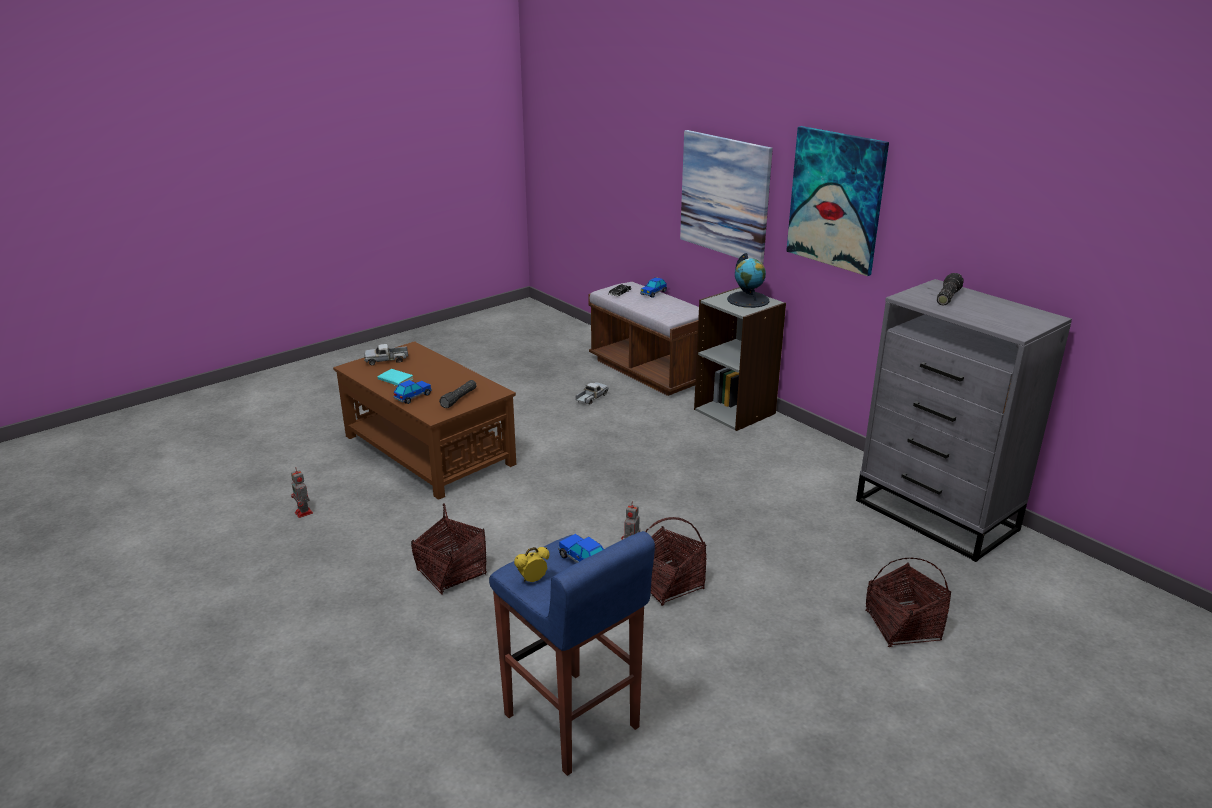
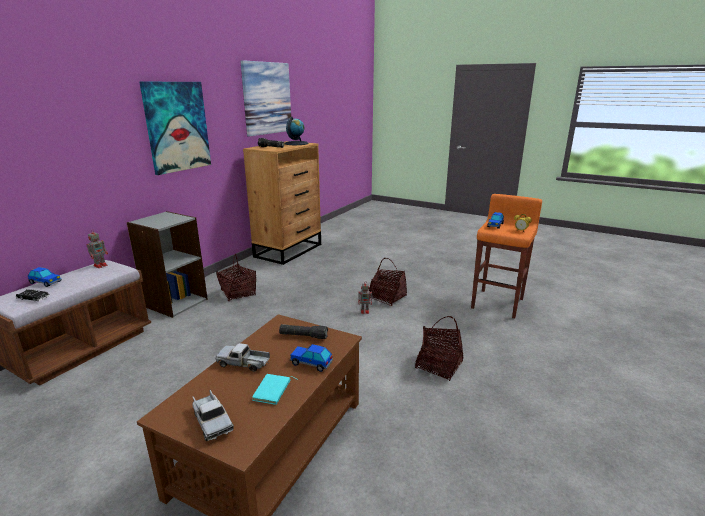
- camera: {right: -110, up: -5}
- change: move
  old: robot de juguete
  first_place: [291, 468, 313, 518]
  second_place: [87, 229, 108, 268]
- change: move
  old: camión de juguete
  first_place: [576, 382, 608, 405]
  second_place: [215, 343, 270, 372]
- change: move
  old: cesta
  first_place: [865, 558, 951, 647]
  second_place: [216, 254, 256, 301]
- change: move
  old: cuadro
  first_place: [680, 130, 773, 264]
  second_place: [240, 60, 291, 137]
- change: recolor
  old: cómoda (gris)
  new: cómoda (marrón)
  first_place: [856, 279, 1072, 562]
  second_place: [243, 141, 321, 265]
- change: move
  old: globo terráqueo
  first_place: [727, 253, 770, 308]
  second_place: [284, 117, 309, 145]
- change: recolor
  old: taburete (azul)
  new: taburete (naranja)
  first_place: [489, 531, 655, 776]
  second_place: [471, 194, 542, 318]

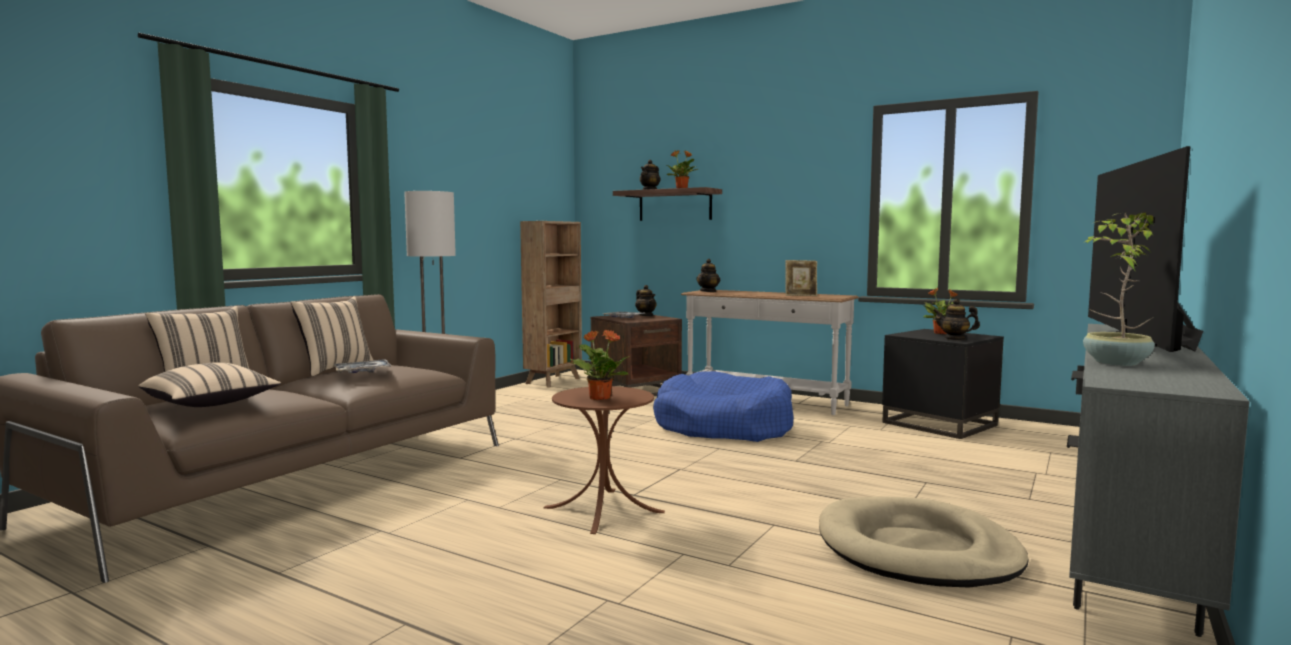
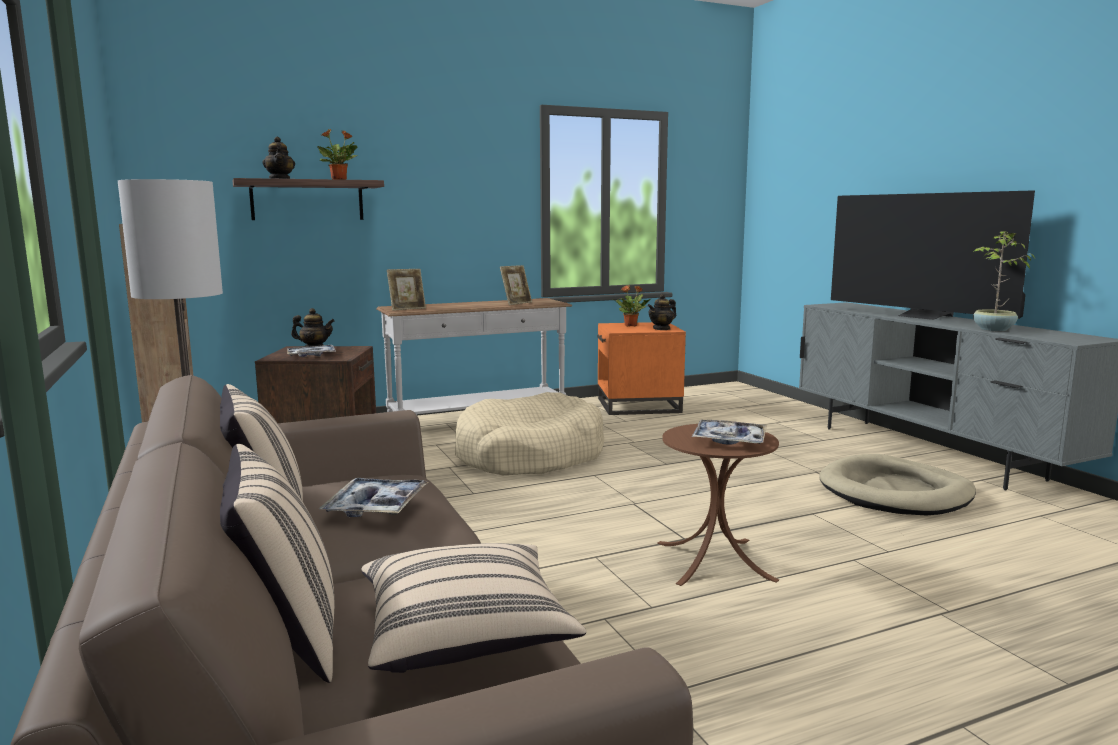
- camera: {right: -55, up: 5}
- change: replace
  old: tetera
  new: portarretratos
  first_place: [696, 259, 720, 292]
  second_place: [387, 269, 426, 310]
- change: recolor
  old: cama para perro (azul)
  new: cama para perro (beis)
  first_place: [653, 371, 794, 442]
  second_place: [455, 392, 605, 475]
- change: recolor
  old: mesa auxiliar (negro)
  new: mesa auxiliar (naranja)
  first_place: [882, 329, 1004, 439]
  second_place: [597, 322, 686, 415]
- change: replace
  old: planta en maceta
  new: bandeja
  first_place: [570, 330, 630, 400]
  second_place: [692, 420, 767, 445]

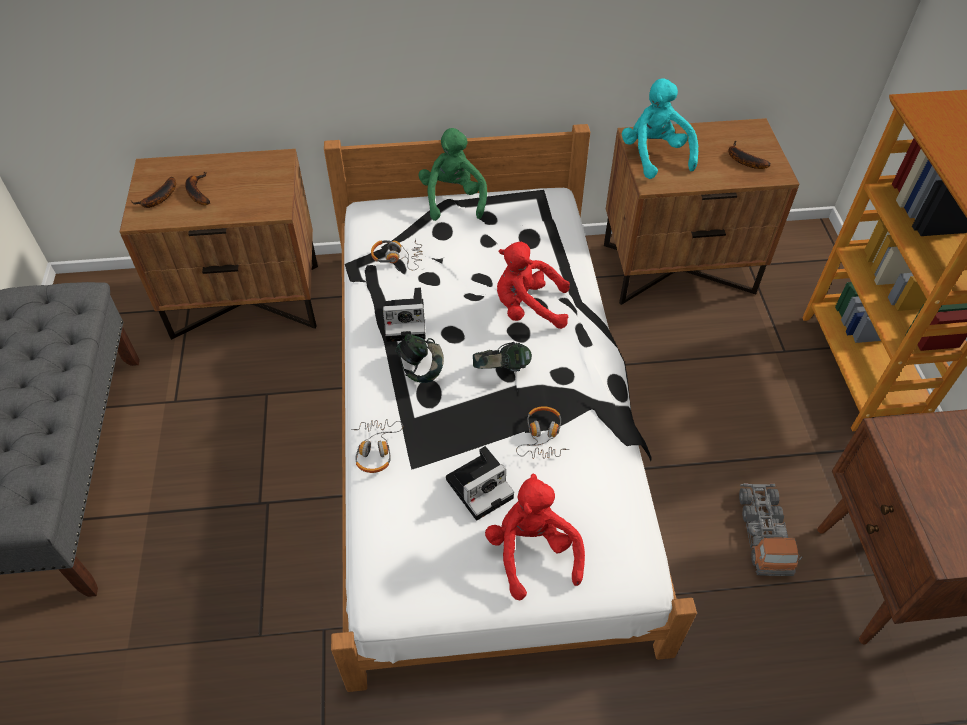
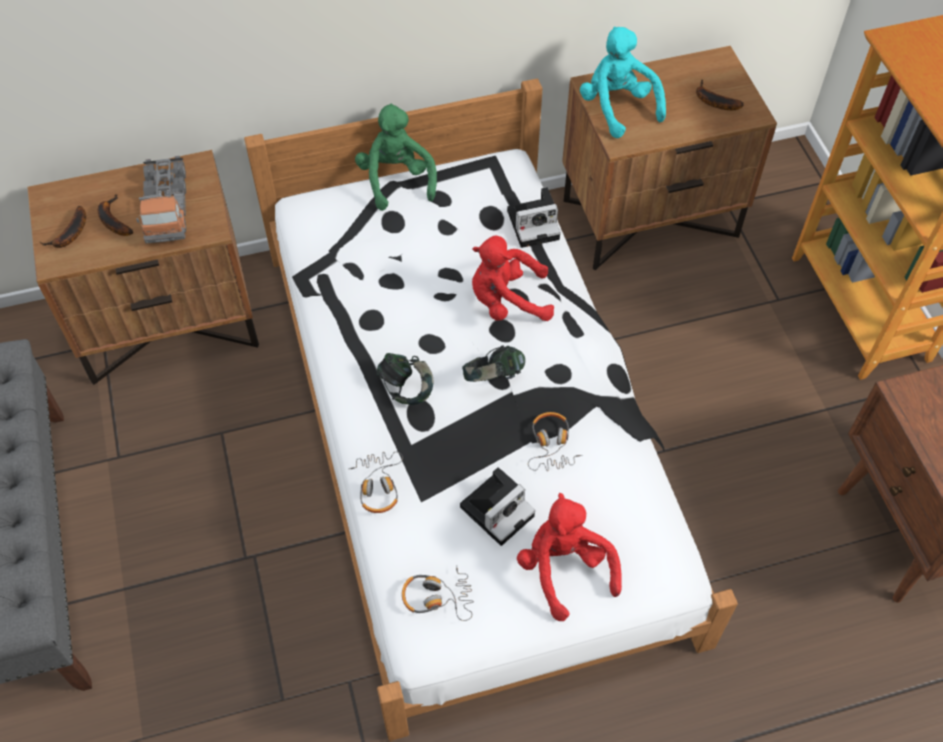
- camera: {right: -10, up: 5}
- change: move
  old: camión de juguete
  first_place: [739, 483, 802, 576]
  second_place: [136, 156, 186, 243]
- change: move
  old: auriculares
  first_place: [371, 239, 423, 270]
  second_place: [402, 565, 474, 621]
- change: move
  old: cámara
  first_place: [383, 287, 426, 342]
  second_place: [507, 187, 561, 248]

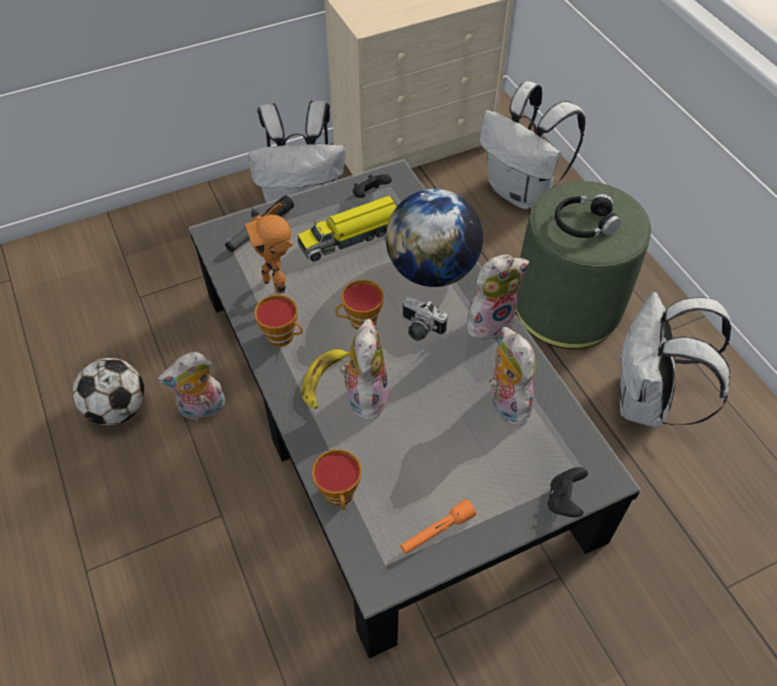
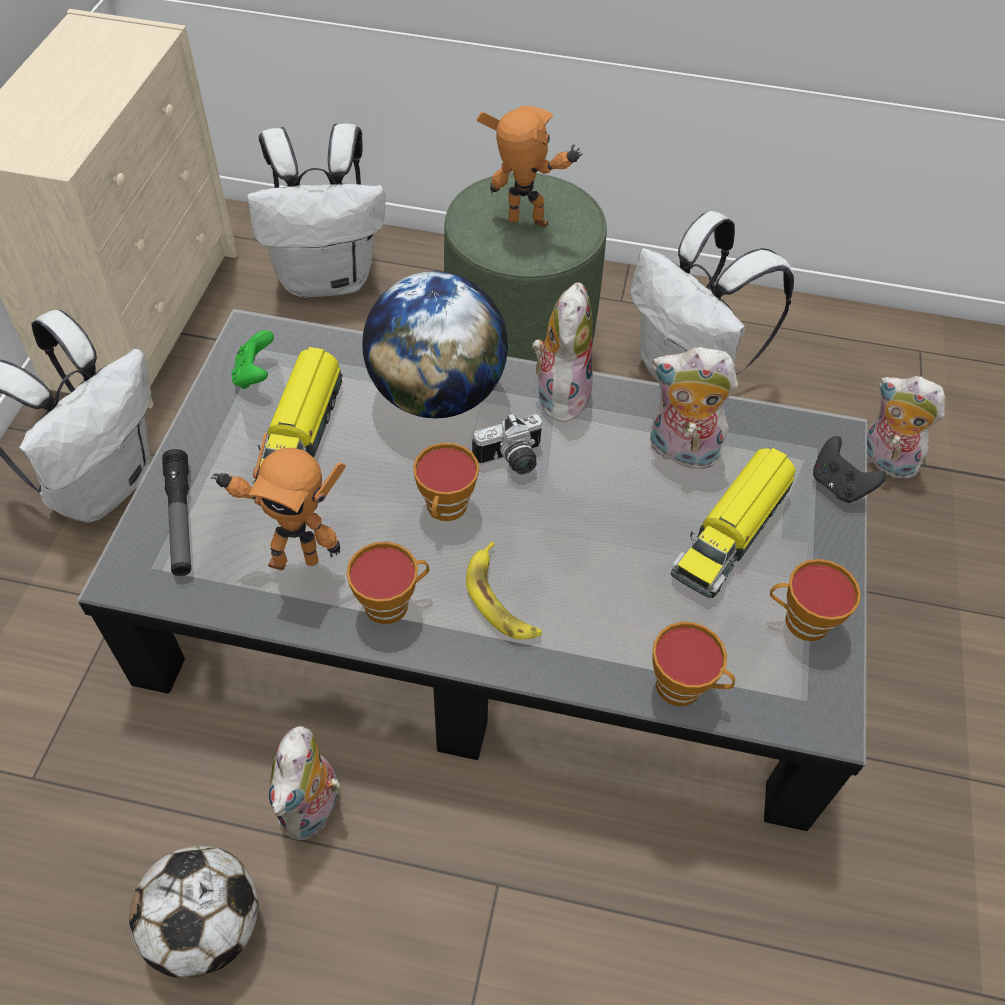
- camera: {right: -55, up: 0}
- change: recolor
  old: mando de consola (negro)
  new: mando de consola (verde)
  first_place: [353, 174, 392, 198]
  second_place: [231, 330, 274, 389]
- change: replace
  old: auriculares (negro)
  new: robot de juguete
  first_place: [555, 194, 621, 238]
  second_place: [477, 106, 583, 227]
- change: insert
  new: camión de juguete
  second_place: [671, 448, 795, 598]
- change: replace
  old: linterna (naranja)
  new: taza
  first_place: [400, 499, 476, 554]
  second_place: [770, 559, 861, 641]
- change: move
  old: peluche
  first_place: [340, 319, 389, 421]
  second_place: [867, 376, 945, 480]

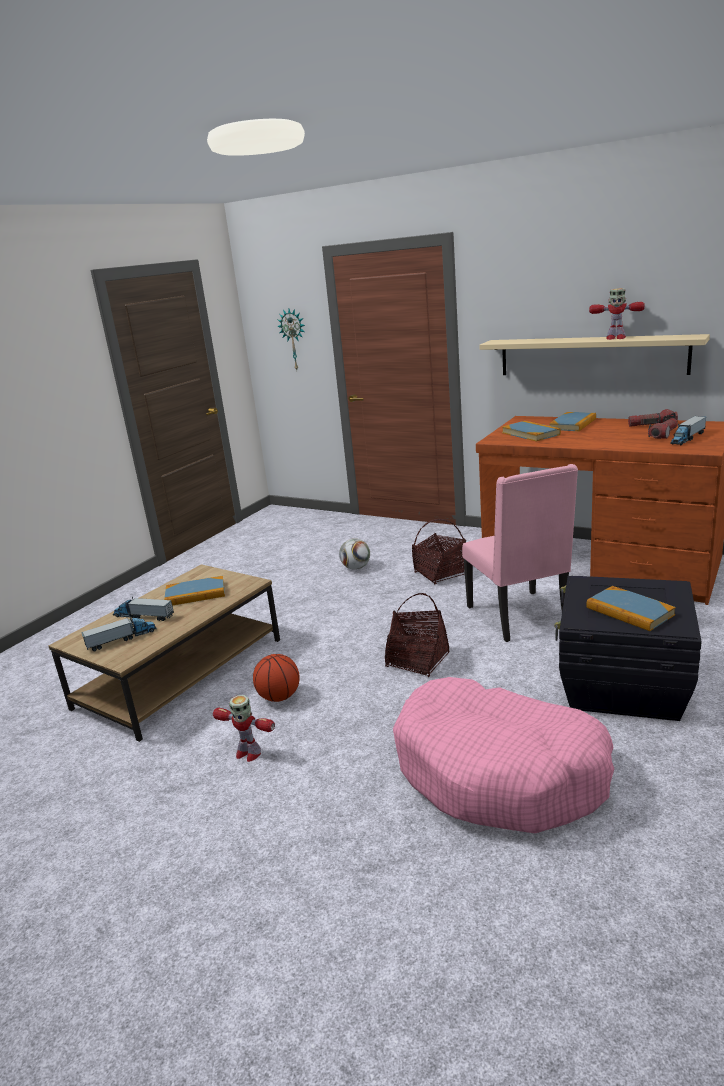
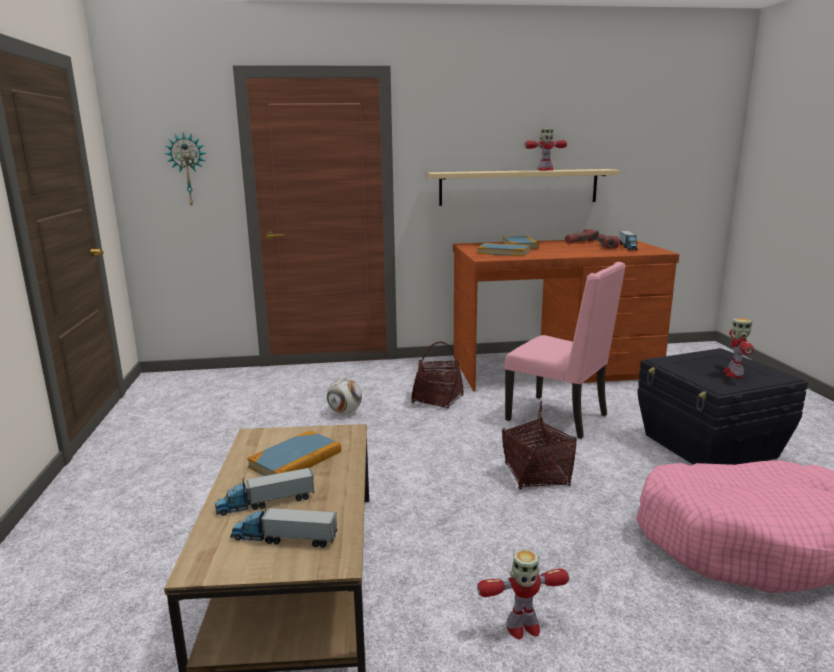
- camera: {right: -40, up: -5}
- change: rotate
  old: camión de juguete
  first_place: [81, 616, 157, 651]
  second_place: [230, 505, 337, 548]
  degrees: -105
- change: replace
  old: libro
  new: robot de juguete
  first_place: [586, 586, 676, 631]
  second_place: [723, 318, 754, 378]
- change: delete
  old: balón de baloncesto
  first_place: [253, 654, 300, 702]

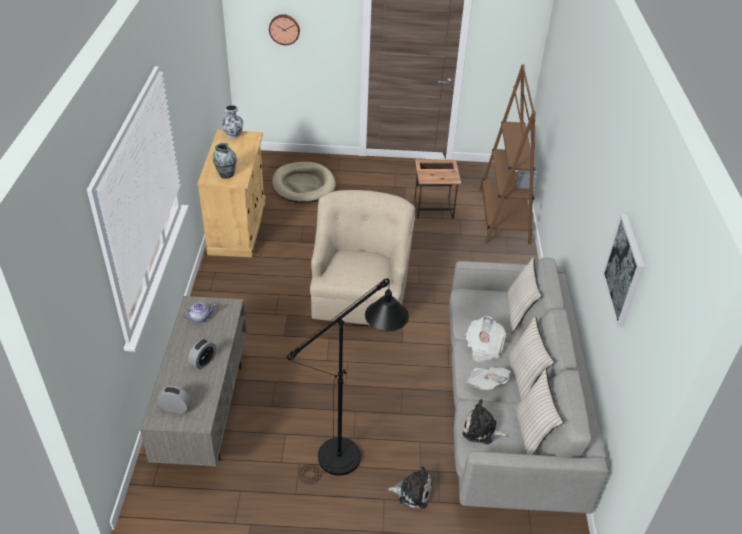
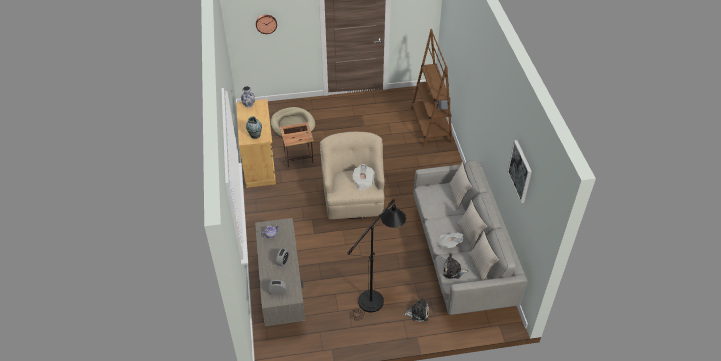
- camera: {right: -10, up: 5}
- change: move
  old: mesa auxiliar
  first_place: [414, 159, 461, 219]
  second_place: [280, 122, 314, 168]
- change: move
  old: periódico
  first_place: [465, 316, 506, 362]
  second_place: [352, 164, 375, 191]

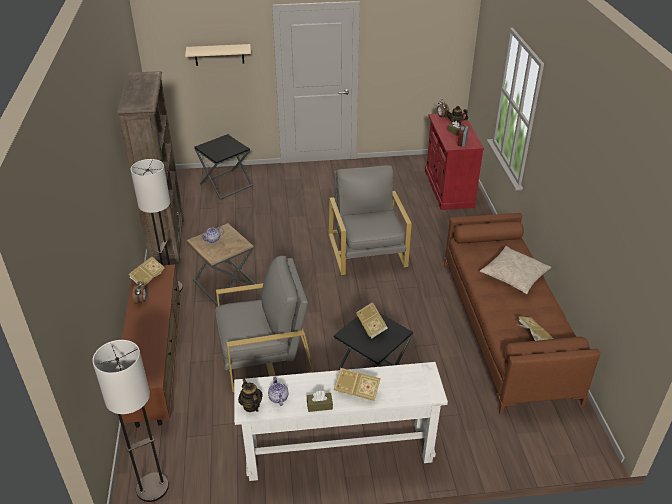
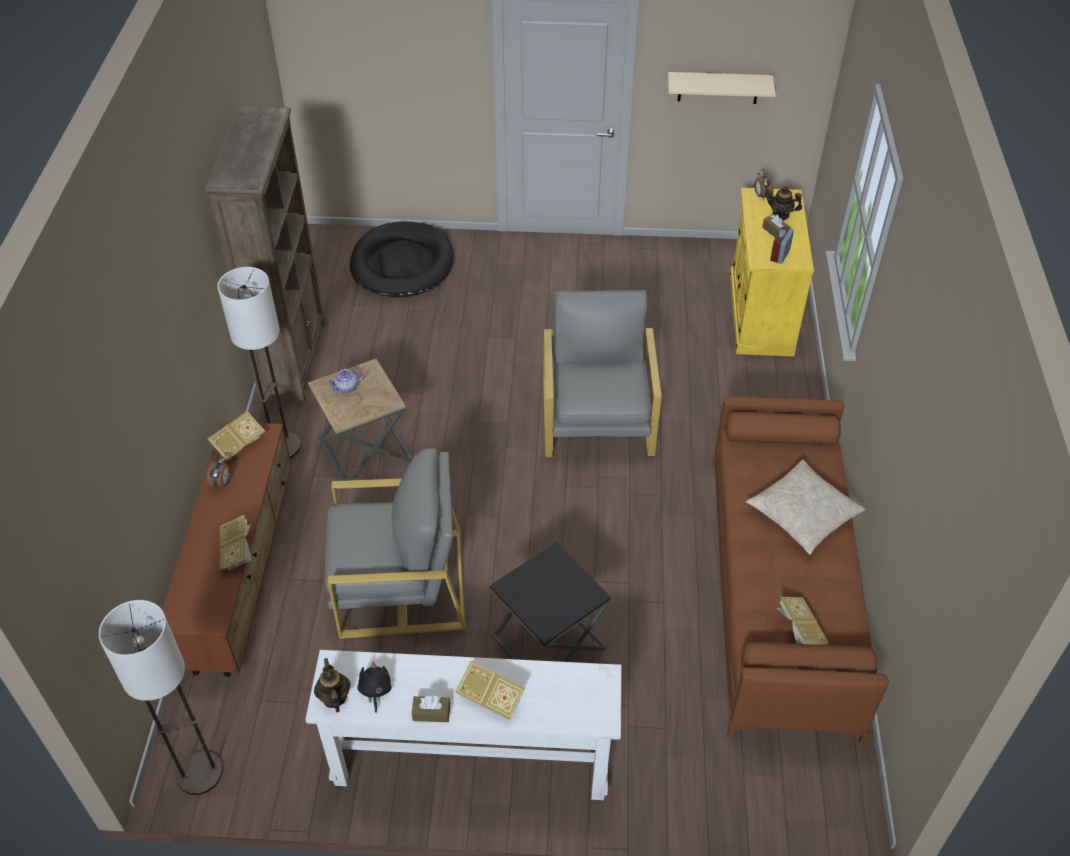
- camera: {right: 10, up: 10}
- change: move
  old: libro
  first_place: [356, 302, 388, 338]
  second_place: [219, 514, 251, 571]
- change: replace
  old: mesa auxiliar (negro)
  new: cama para perro (negro)
  first_place: [194, 134, 253, 200]
  second_place: [350, 222, 454, 298]
- change: replace
  old: tetera
  new: peluche (negro)
  first_place: [268, 376, 288, 406]
  second_place: [358, 662, 392, 713]
- change: move
  old: estante (beis)
  first_place: [185, 44, 251, 66]
  second_place: [668, 72, 776, 104]
- change: recolor
  old: armario (rojo)
  new: armario (amarillo)
  first_place: [425, 112, 484, 210]
  second_place: [730, 188, 814, 356]

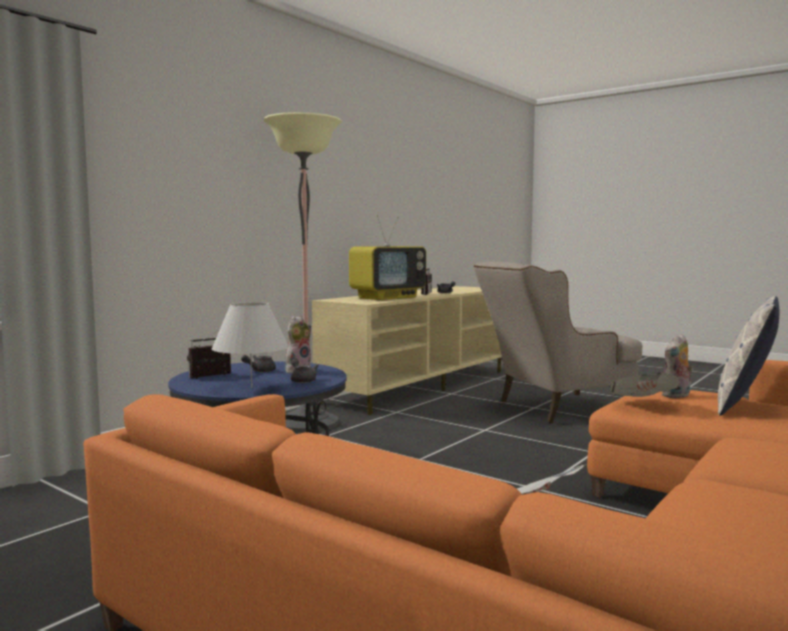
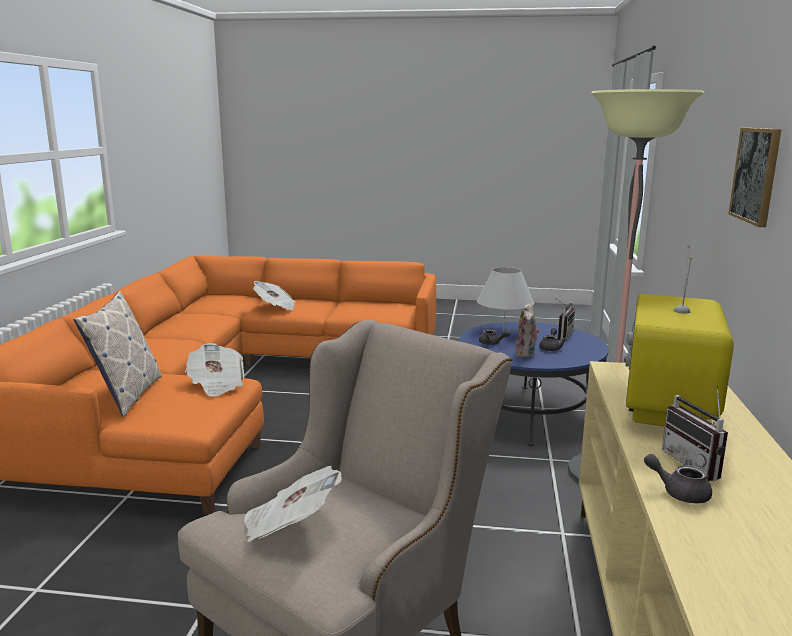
- camera: {right: 150, up: 10}
- change: insert
  new: periódico
  second_place: [244, 466, 342, 542]
- change: insert
  new: cuadro
  second_place: [728, 128, 781, 227]
- change: delete
  old: peluche
  first_place: [662, 334, 693, 398]

